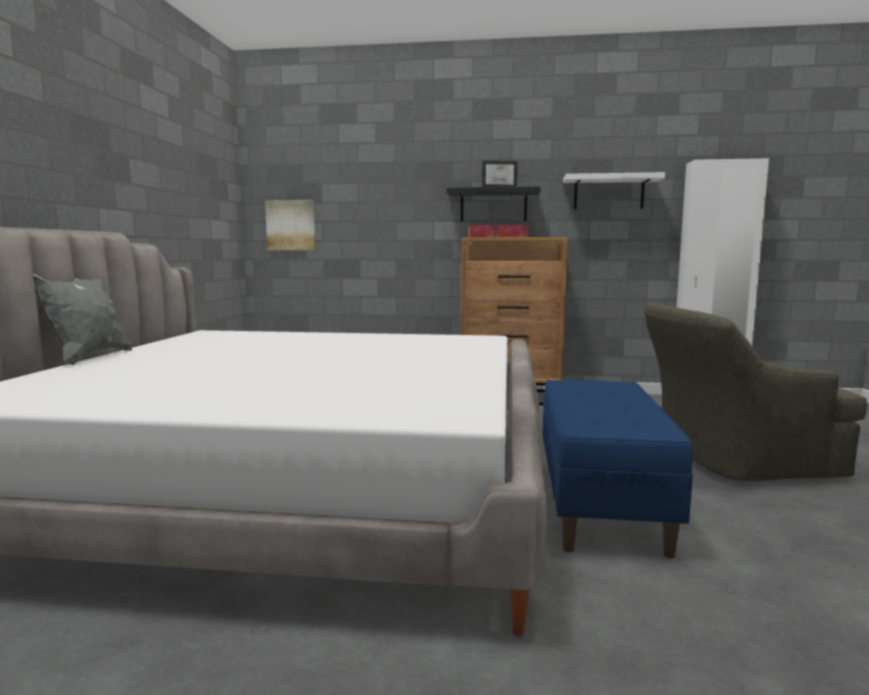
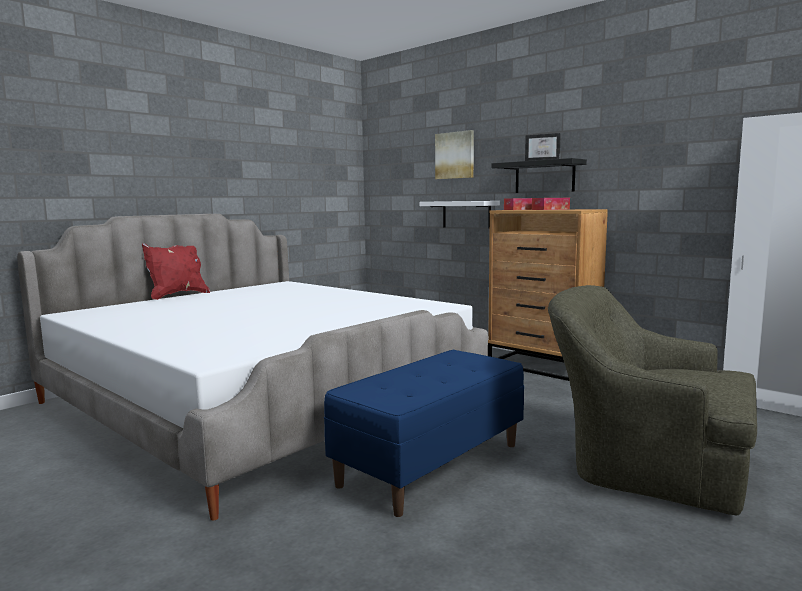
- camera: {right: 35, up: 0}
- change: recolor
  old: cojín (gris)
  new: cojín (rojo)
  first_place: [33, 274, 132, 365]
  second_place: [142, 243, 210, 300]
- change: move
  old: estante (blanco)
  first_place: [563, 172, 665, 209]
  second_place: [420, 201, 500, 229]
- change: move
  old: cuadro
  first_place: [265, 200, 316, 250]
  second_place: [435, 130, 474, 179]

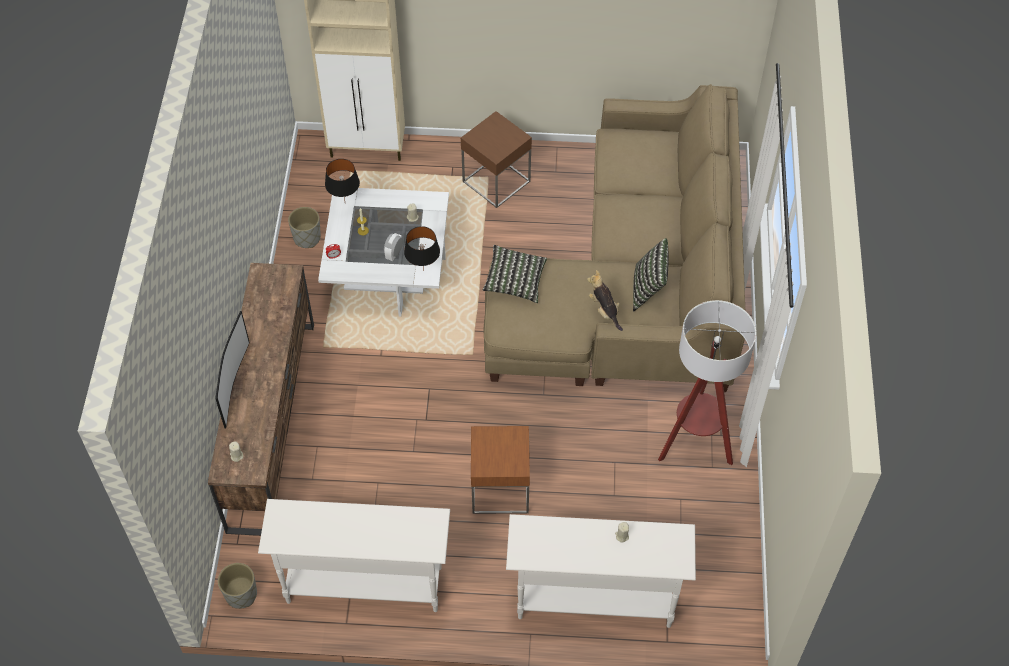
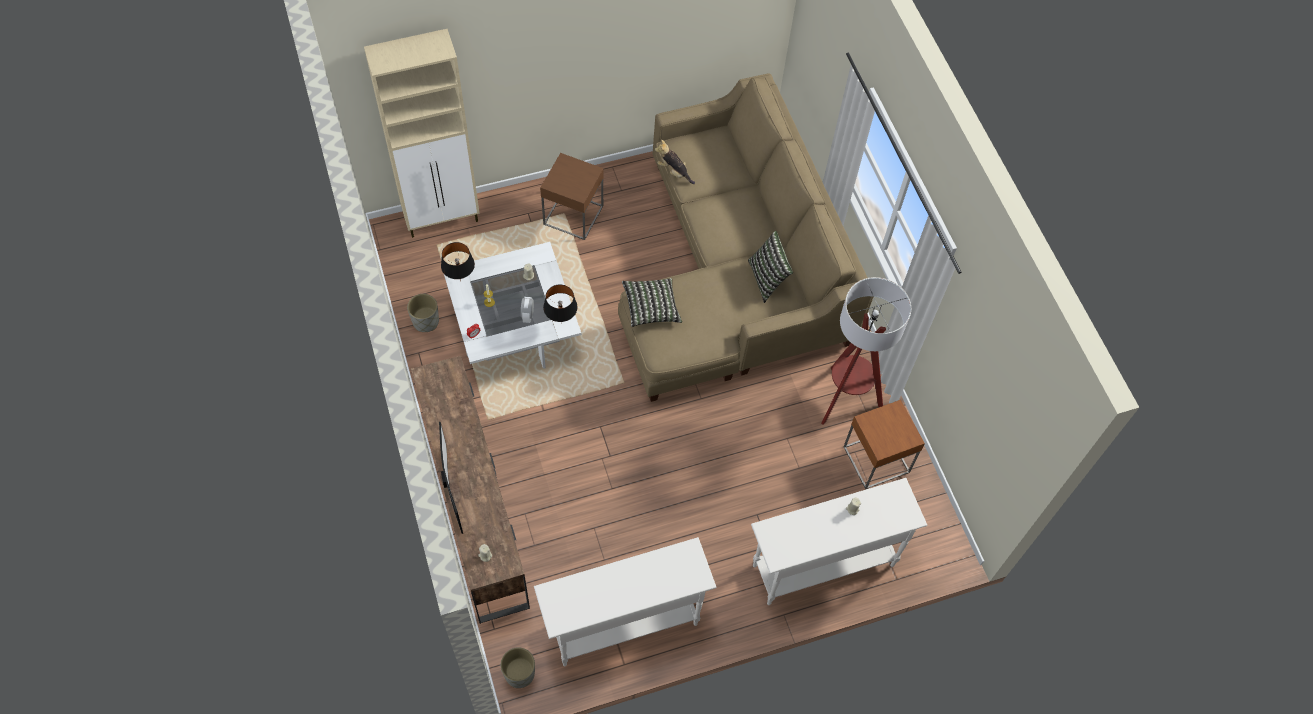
- camera: {right: -25, up: 5}
- change: move
  old: peluche
  first_place: [587, 270, 623, 331]
  second_place: [655, 140, 695, 184]
- change: move
  old: mesa auxiliar (marrón)
  first_place: [471, 426, 530, 514]
  second_place: [844, 400, 925, 489]

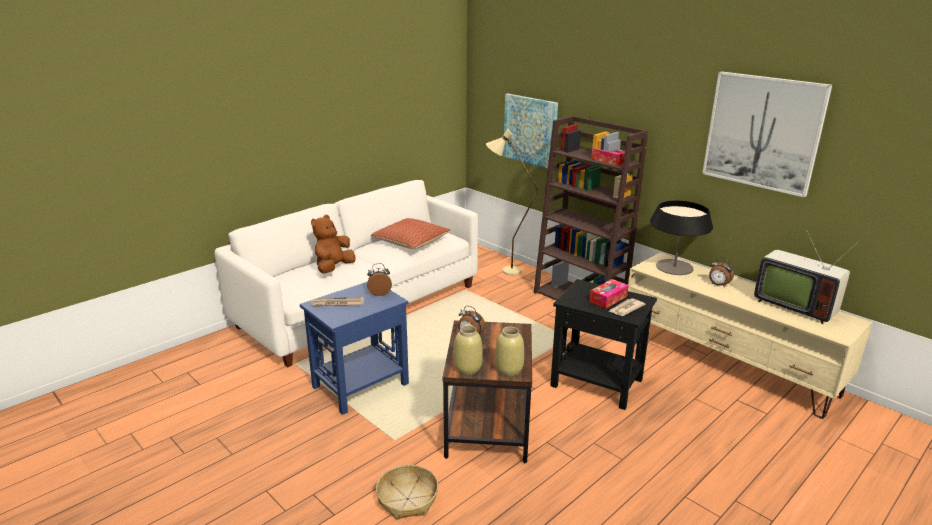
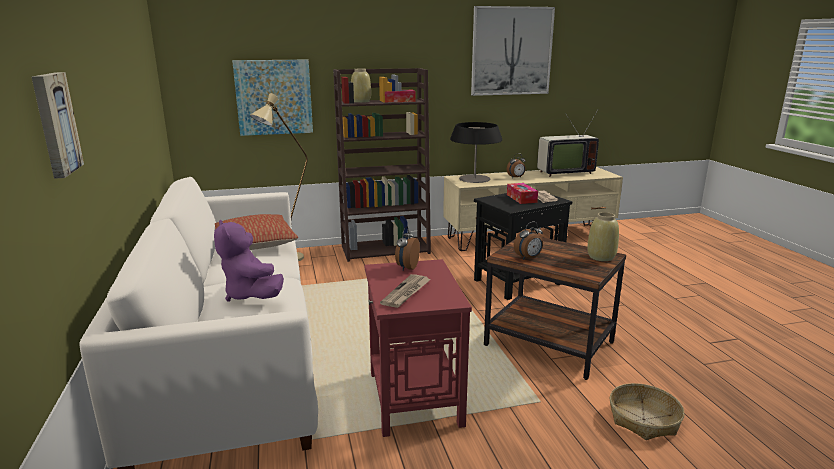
- camera: {right: -60, up: -5}
- change: insert
  new: cuadro
  second_place: [32, 72, 84, 179]
- change: recolor
  old: peluche (marrón)
  new: peluche (morado)
  first_place: [311, 215, 356, 274]
  second_place: [214, 220, 284, 301]
- change: move
  old: florero (beis)
  first_place: [454, 325, 483, 375]
  second_place: [351, 69, 371, 103]
- change: recolor
  old: mesa auxiliar (azul)
  new: mesa auxiliar (rojo)
  first_place: [300, 282, 409, 415]
  second_place: [364, 259, 472, 437]

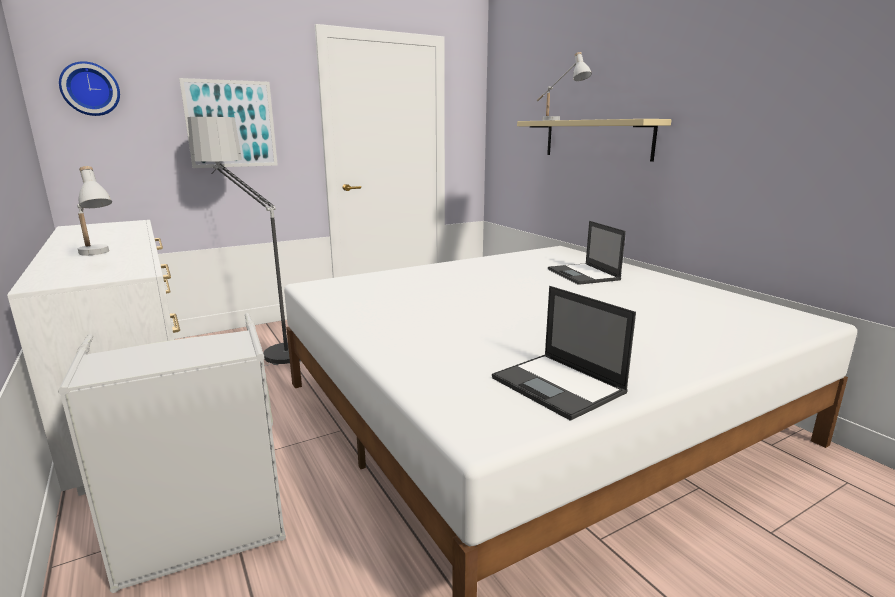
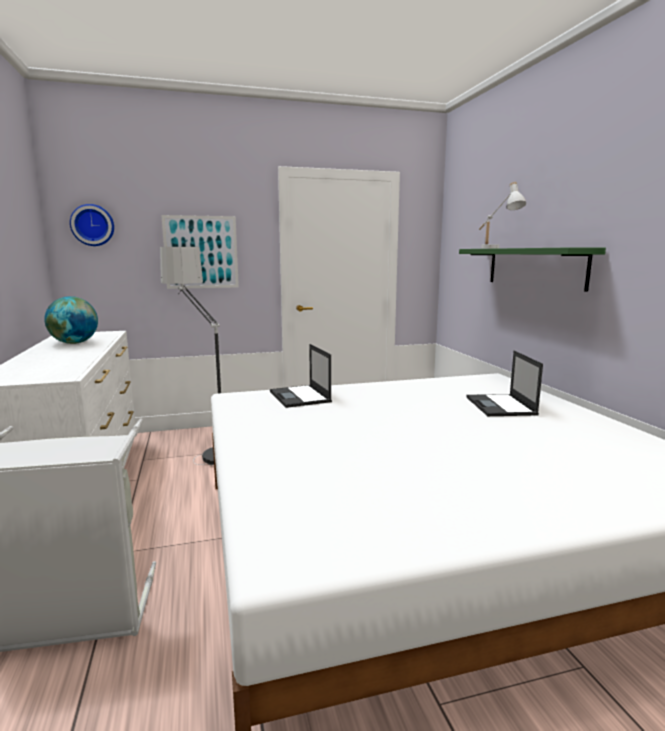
- camera: {right: 15, up: -5}
- change: insert
  new: globo terráqueo
  second_place: [44, 296, 98, 344]
- change: move
  old: portátil
  first_place: [492, 286, 636, 421]
  second_place: [270, 344, 332, 408]
- change: recolor
  old: estante (beis)
  new: estante (verde)
  first_place: [517, 119, 672, 162]
  second_place: [459, 247, 606, 292]
- change: delete
  old: lámpara de mesa (blanco)
  first_place: [77, 166, 112, 255]

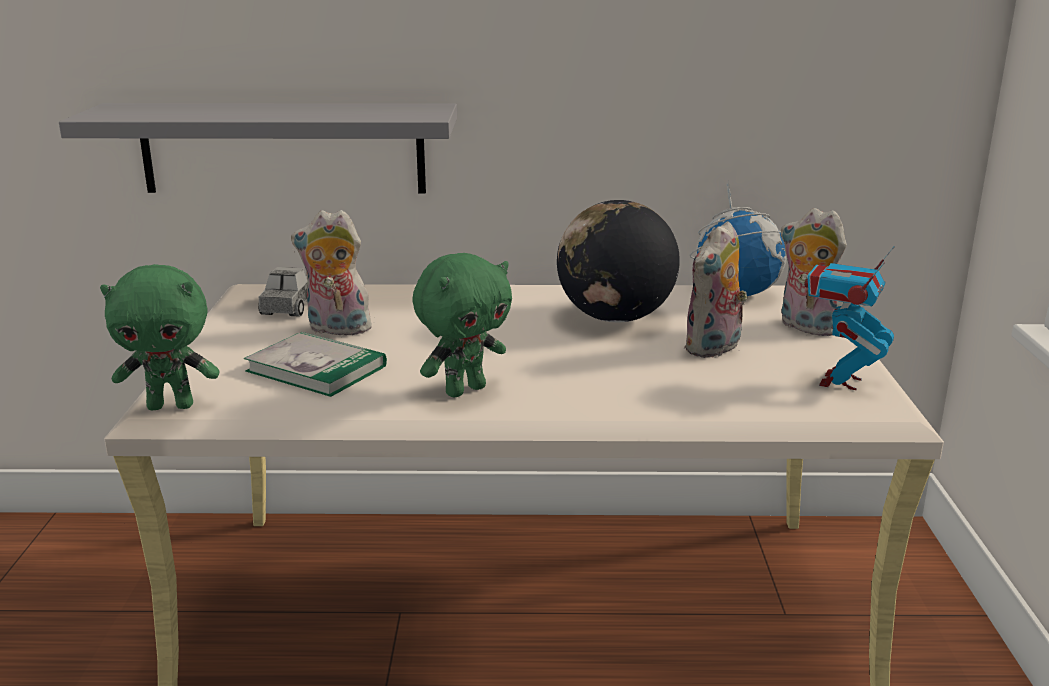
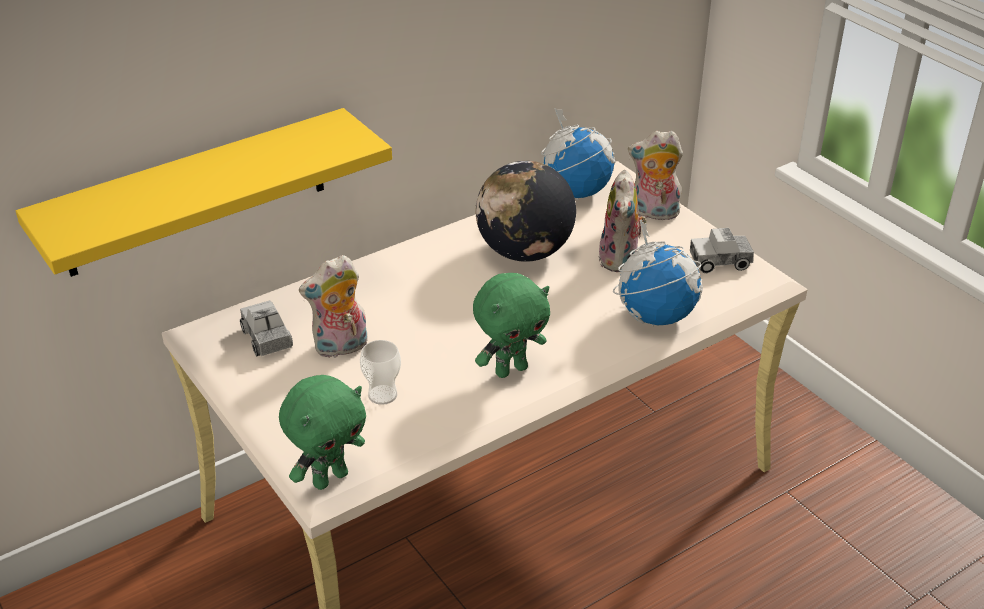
- camera: {right: -35, up: 15}
- change: recolor
  old: estante (gris)
  new: estante (amarillo)
  first_place: [59, 103, 457, 193]
  second_place: [16, 108, 392, 277]
- change: replace
  old: libro
  new: taza
  first_place: [244, 332, 387, 397]
  second_place: [360, 340, 401, 405]
- change: rotate
  old: peluche (verde)
  first_place: [412, 253, 512, 398]
  second_place: [473, 273, 550, 378]
  degrees: 45
- change: insert
  new: globo terráqueo
  second_place: [613, 220, 703, 326]
- change: replace
  old: robot de juguete
  new: camión de juguete
  first_place: [804, 246, 895, 390]
  second_place: [690, 228, 754, 273]

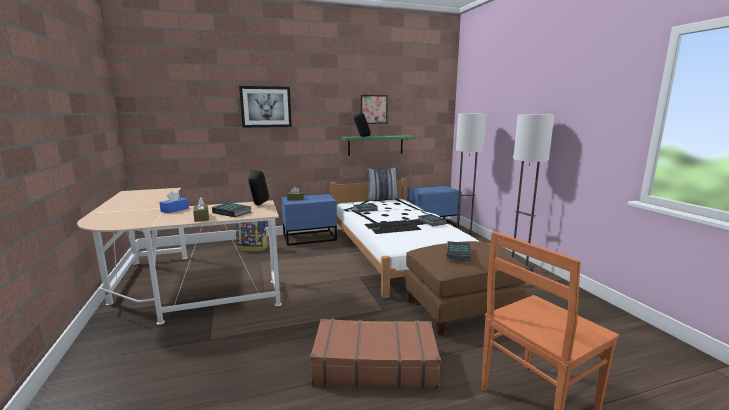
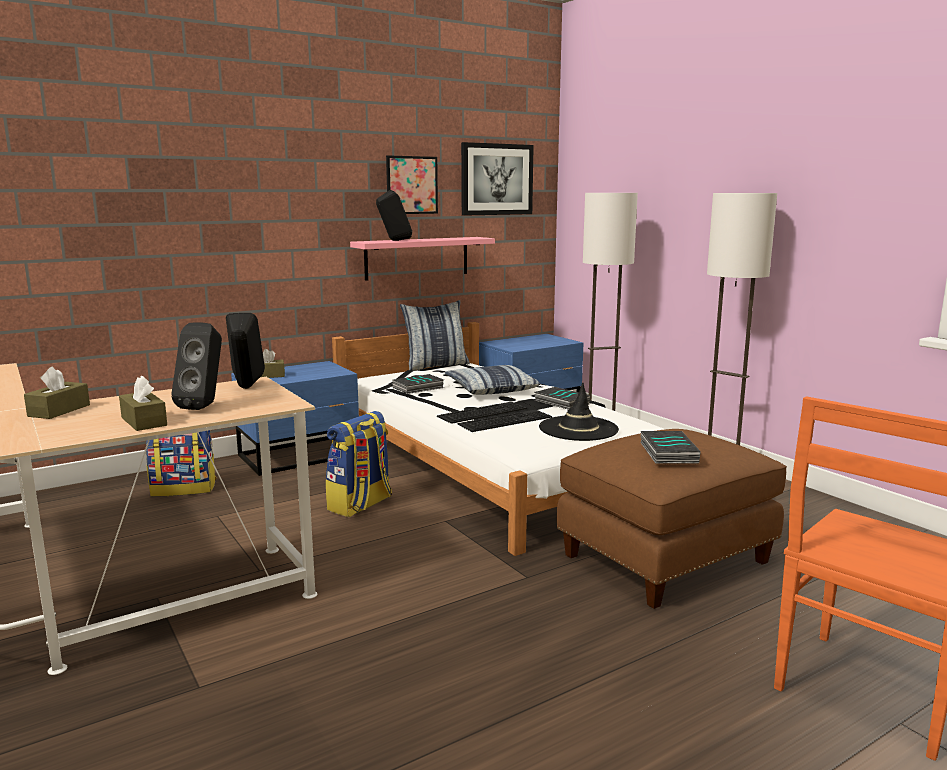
- camera: {right: -15, up: 0}
- change: recolor
  old: caja de pañuelos (azul)
  new: caja de pañuelos (marrón)
  first_place: [159, 191, 189, 214]
  second_place: [24, 367, 90, 419]
- change: replace
  old: libro
  new: altavoz (negro)
  first_place: [212, 203, 251, 217]
  second_place: [171, 322, 222, 410]
- change: insert
  new: mochila
  second_place: [326, 411, 392, 517]
- change: recolor
  old: estante (verde)
  new: estante (rosa)
  first_place: [341, 135, 415, 156]
  second_place: [350, 237, 495, 281]
- change: insert
  new: cojín
  second_place: [445, 365, 540, 395]
- change: move
  old: cuadro
  first_place: [239, 86, 292, 128]
  second_place: [461, 142, 534, 216]
- change: insert
  new: sombrero (negro)
  second_place: [539, 383, 619, 441]
- change: delete
  old: maleta (marrón)
  first_place: [310, 319, 441, 389]

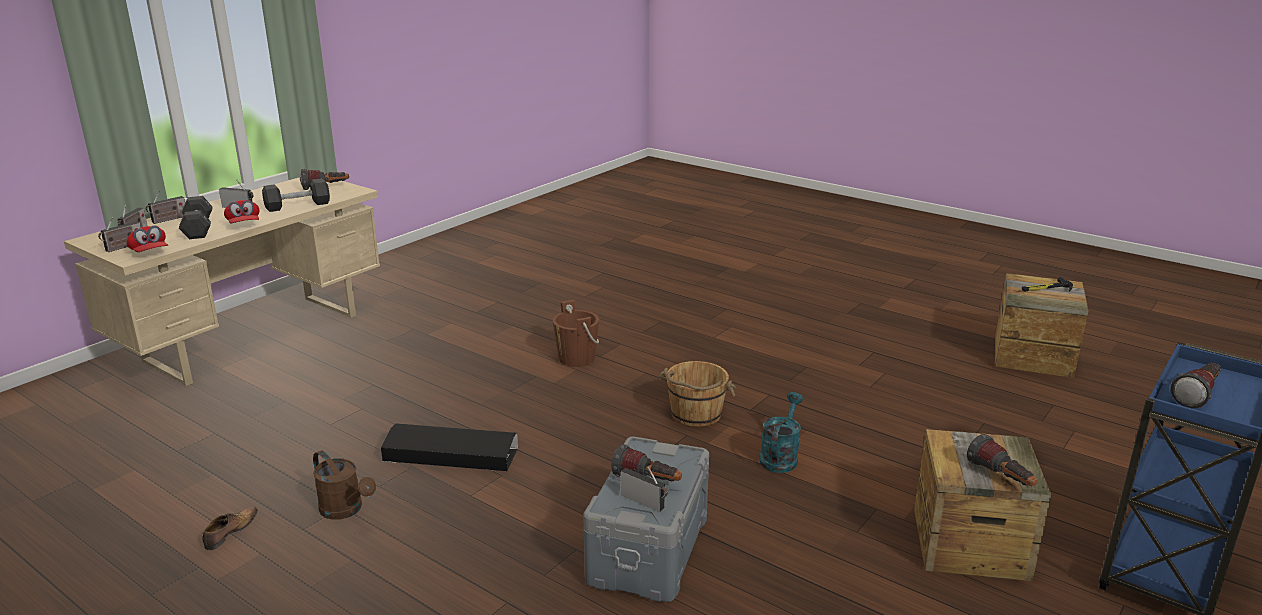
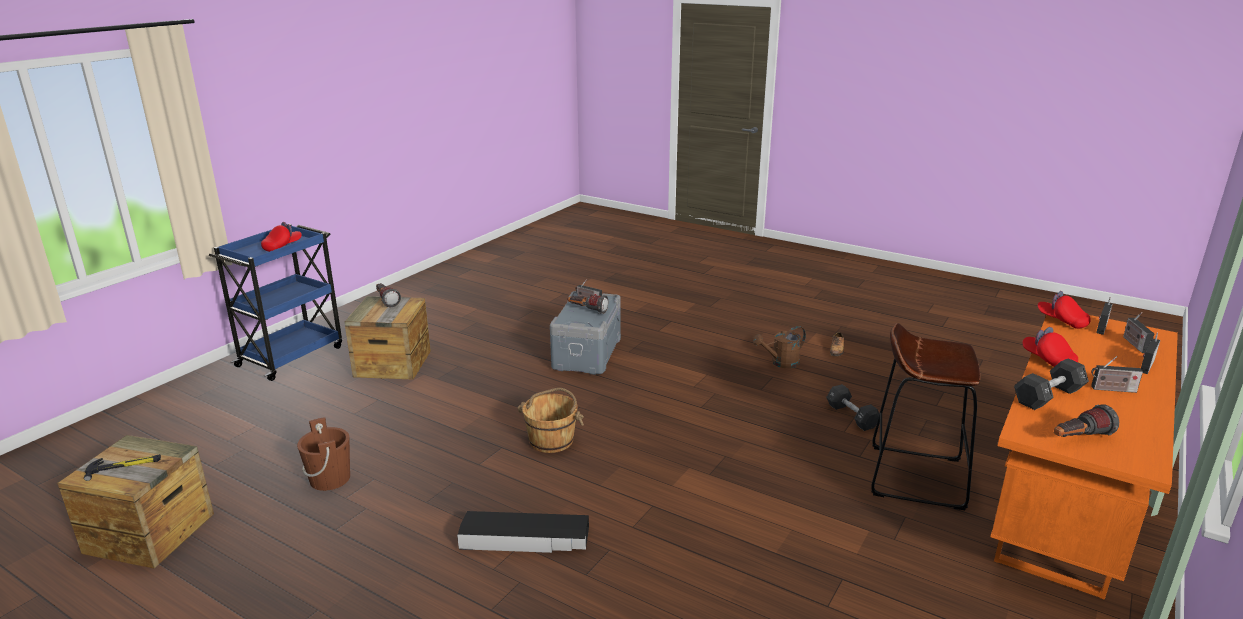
- camera: {right: 175, up: 0}
- change: replace
  old: linterna
  new: gorra (rojo)
  first_place: [1170, 363, 1221, 408]
  second_place: [261, 222, 302, 252]
- change: move
  old: cubo (marrón)
  first_place: [553, 300, 599, 367]
  second_place: [297, 417, 350, 491]
- change: move
  old: caja de almacenaje (negro)
  first_place: [381, 423, 518, 471]
  second_place: [457, 511, 589, 553]
- change: rotate
  old: regadera (marrón)
  first_place: [313, 450, 376, 520]
  second_place: [753, 326, 806, 368]
  degrees: -60
- change: move
  old: mancuerna (negro)
  first_place: [179, 196, 212, 239]
  second_place: [826, 384, 879, 431]
- change: insert
  new: taburete (marrón)
  second_place: [871, 323, 980, 510]
- change: recolor
  old: escritorio (beis)
  new: escritorio (naranja)
  first_place: [64, 177, 380, 386]
  second_place: [990, 315, 1178, 600]
- change: delete
  old: regadera (turquesa)
  first_place: [759, 392, 803, 473]

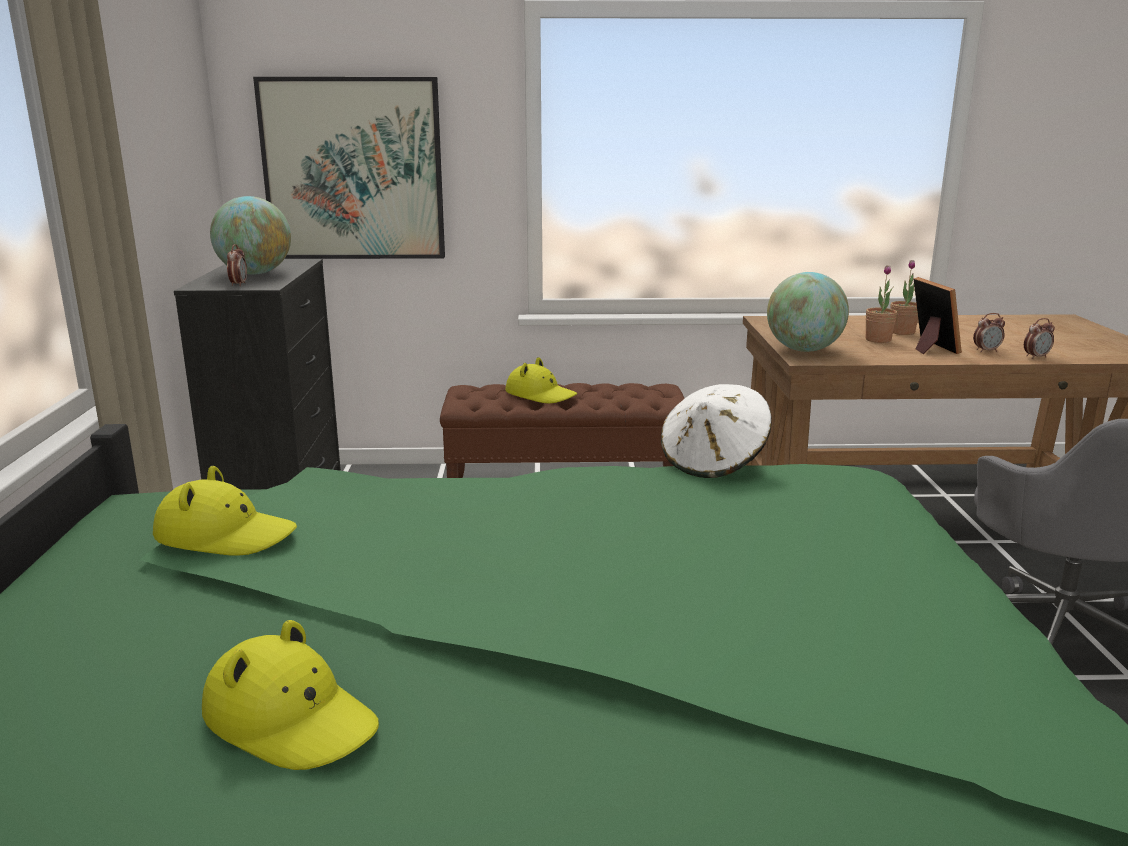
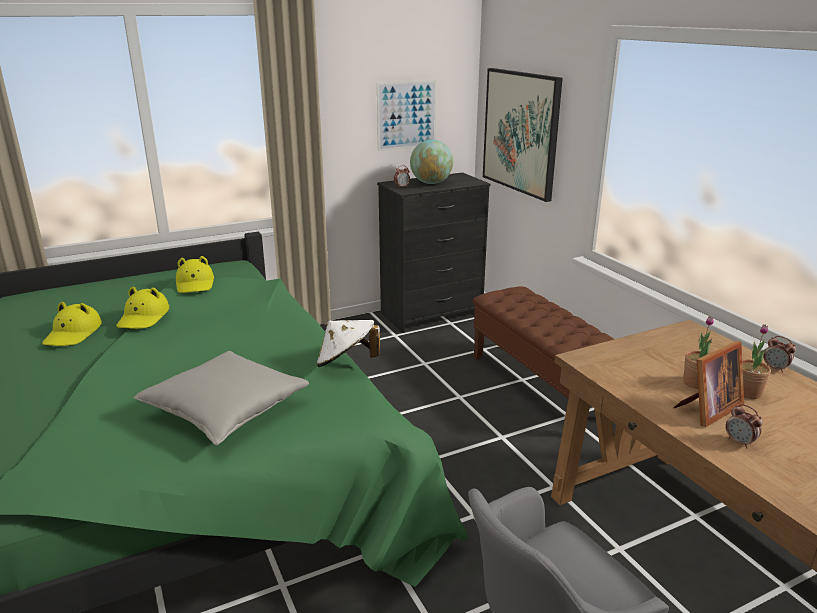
- camera: {right: 65, up: 5}
- change: move
  old: sombrero (amarillo)
  first_place: [505, 357, 577, 404]
  second_place: [116, 286, 169, 329]
- change: insert
  new: cojín (gris)
  second_place: [134, 351, 309, 445]
- change: insert
  new: cuadro
  second_place: [377, 80, 437, 151]
- change: move
  old: despertador
  first_place: [1024, 318, 1055, 359]
  second_place: [763, 336, 796, 373]
- change: delete
  old: globo terráqueo
  first_place: [767, 272, 849, 352]

